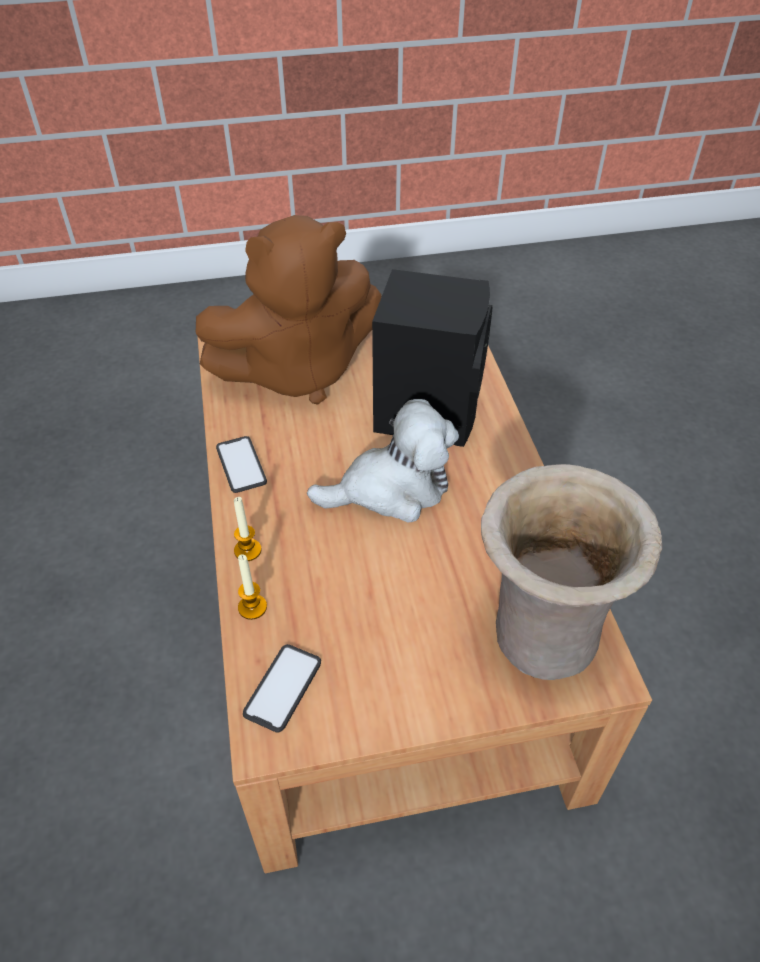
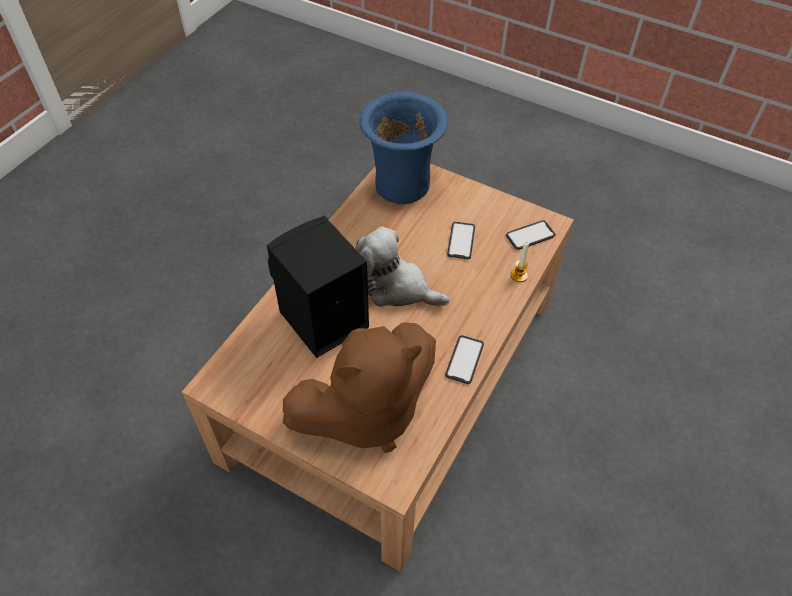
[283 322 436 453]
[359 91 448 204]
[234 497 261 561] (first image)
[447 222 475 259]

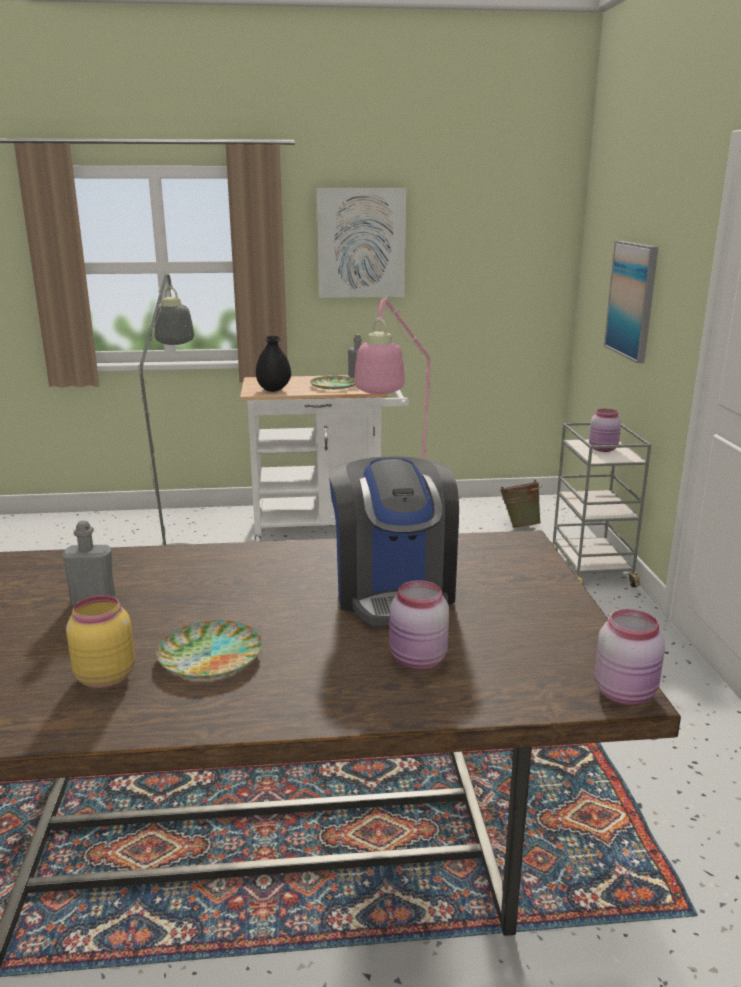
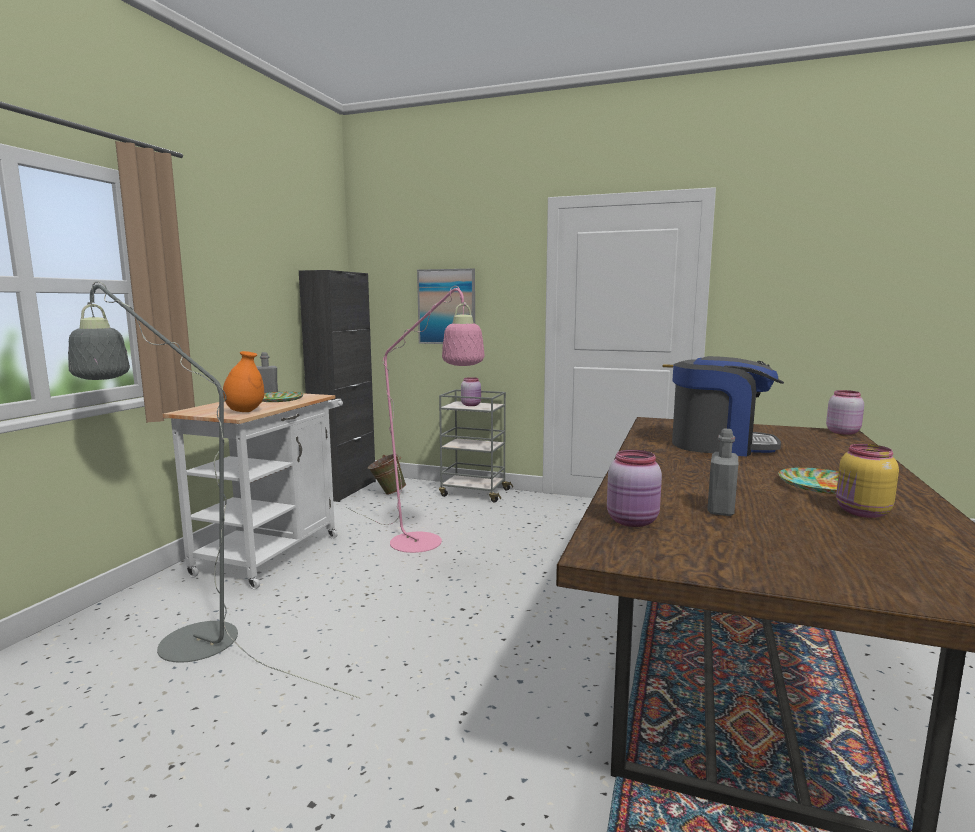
[317 188 406 298] (first image)
[223 351 264 412]
[607 450 662 527]
[299 270 376 502]

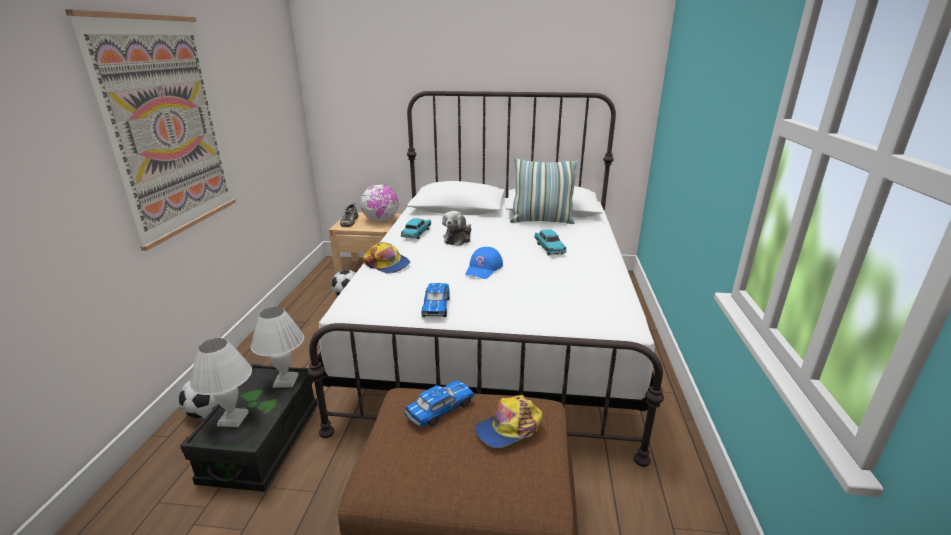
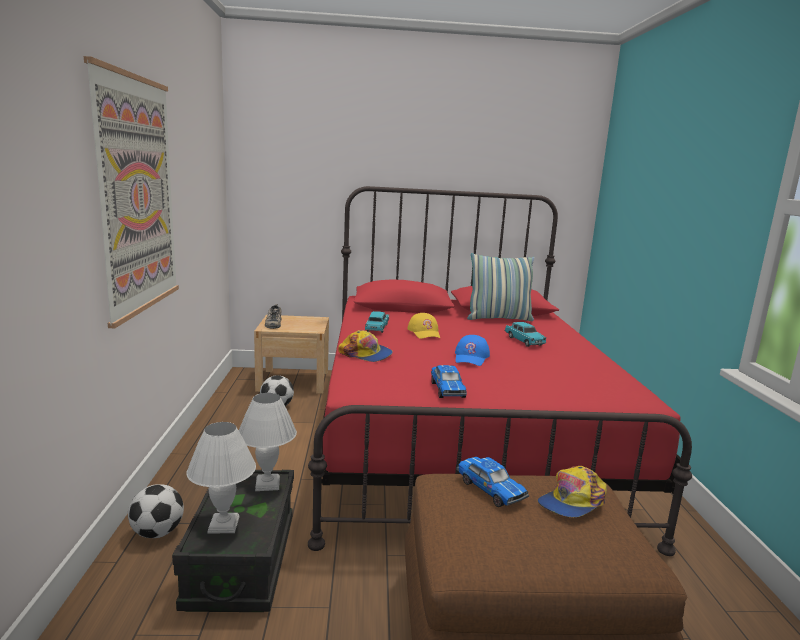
[308 186 692 556]
[360 184 398 222] (first image)
[408 313 440 339]
[456 457 529 507]

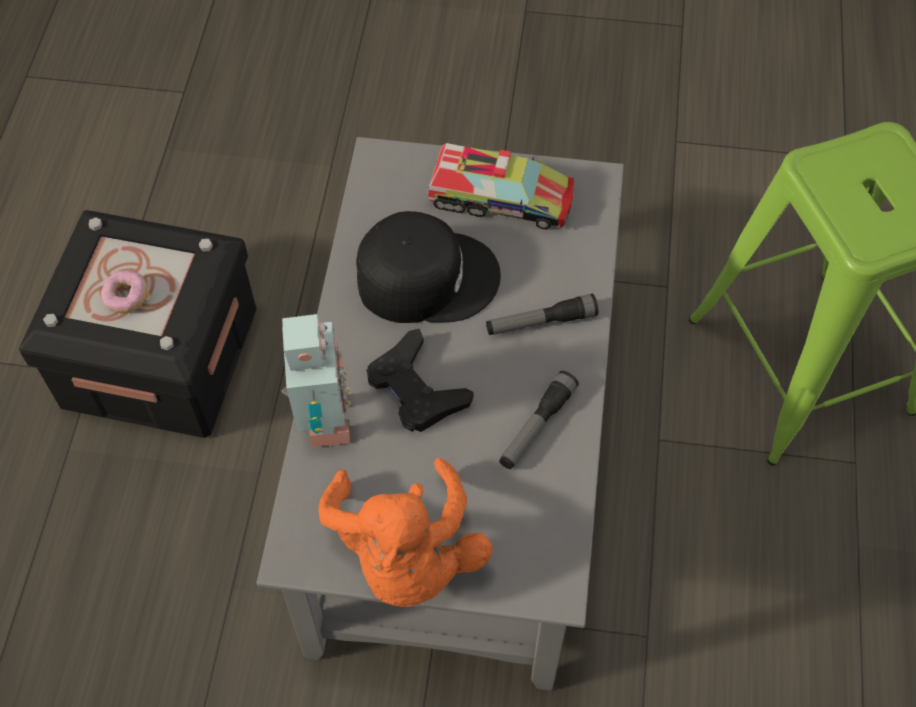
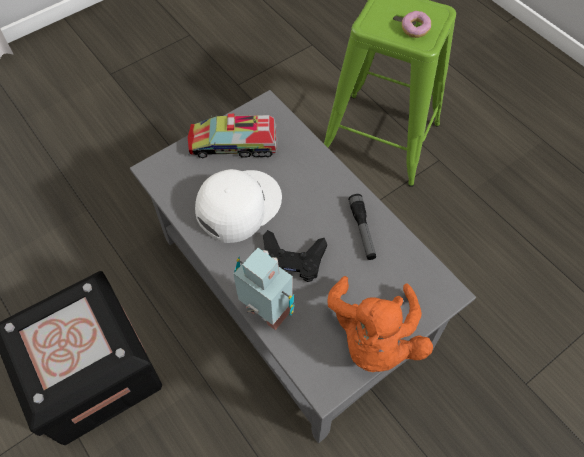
[187 114 279 158]
[195 169 282 243]
[402 11 431 38]
[486 293 598 335] (first image)
[327 276 433 372]

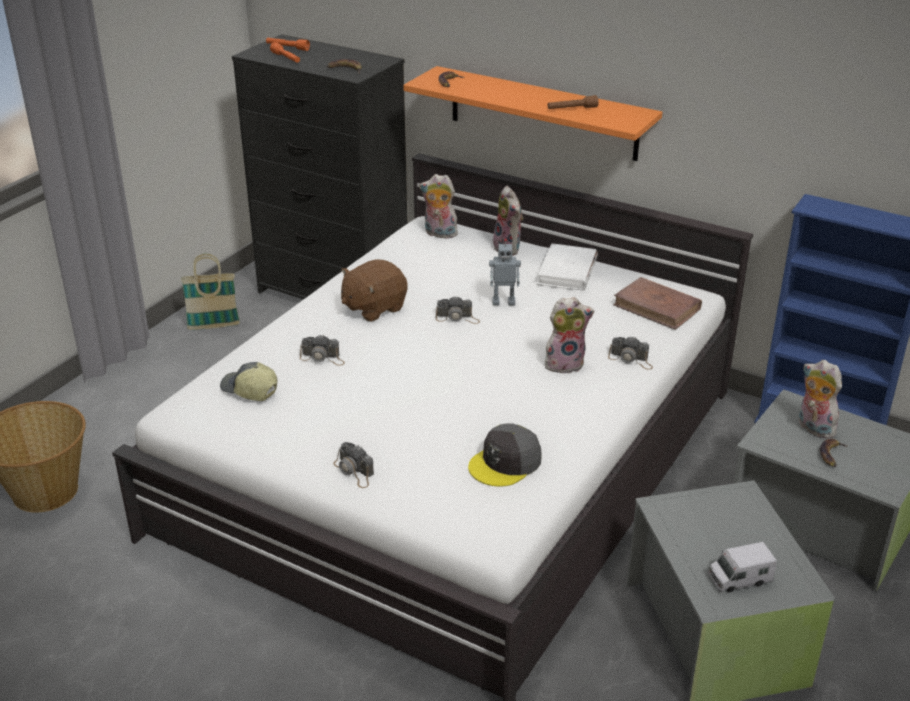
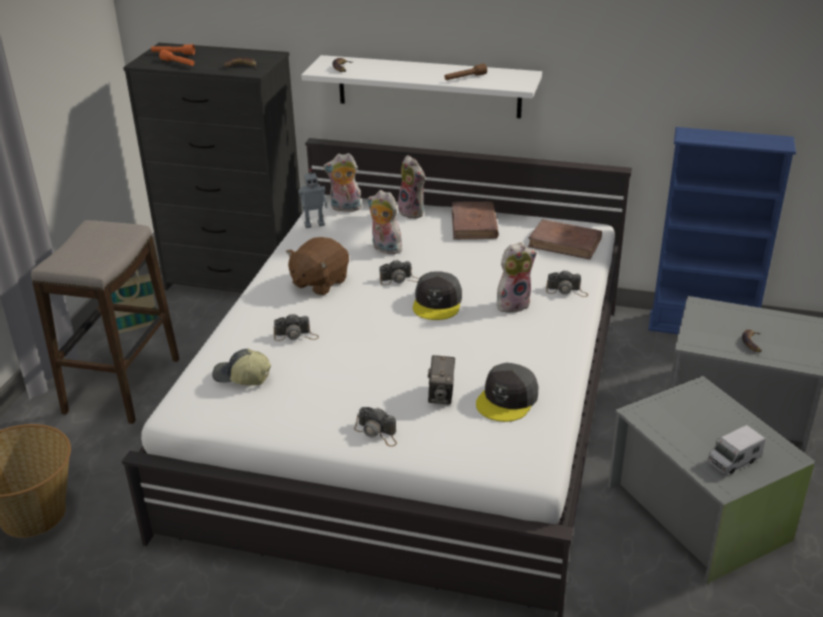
[301 55 542 118]
[298 169 328 228]
[452 201 499 240]
[368 190 404 254]
[31 220 180 424]
[413 272 462 320]
[428 355 455 404]

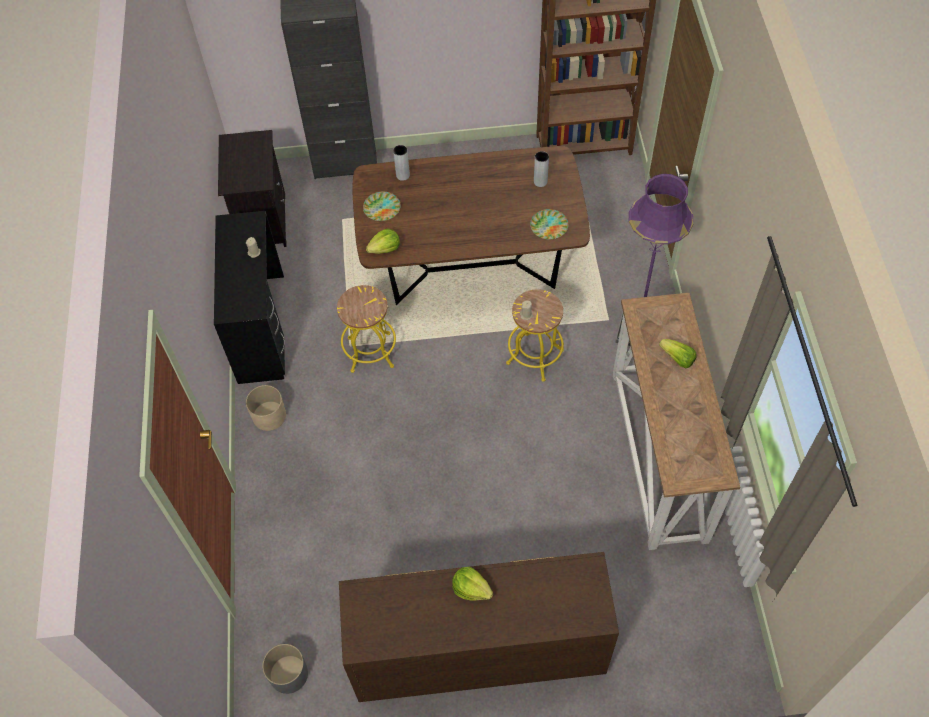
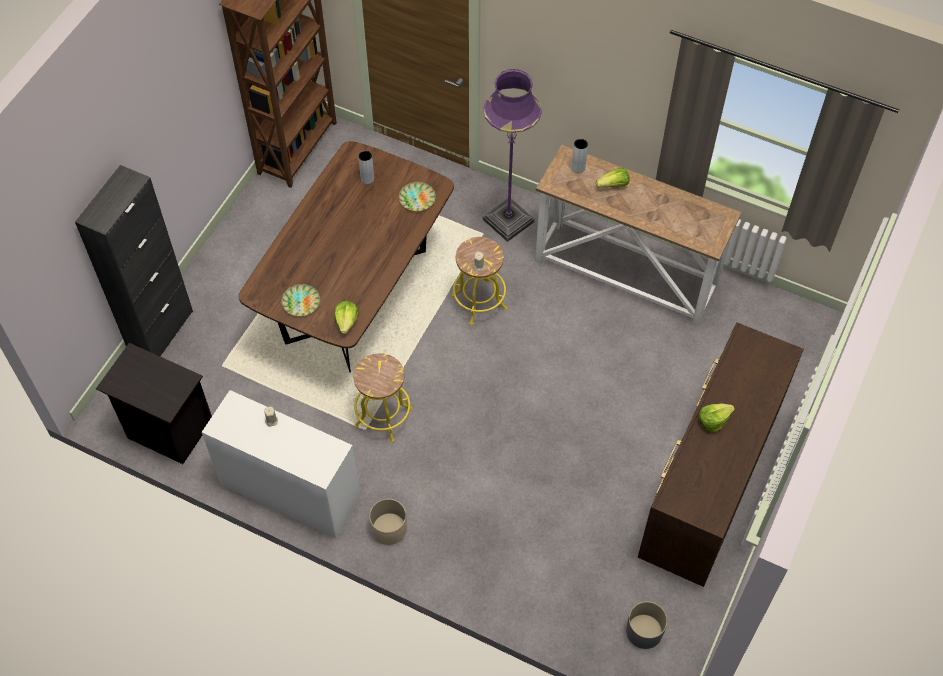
[572 139 588 173]
[202 390 360 539]

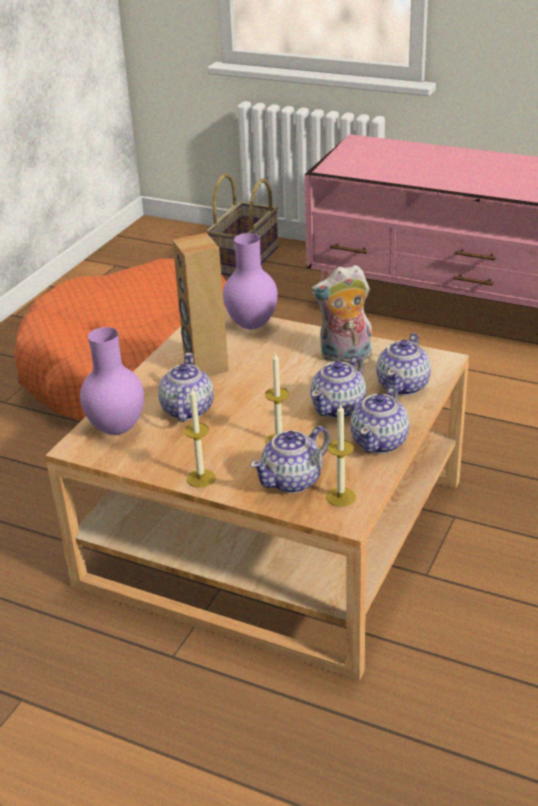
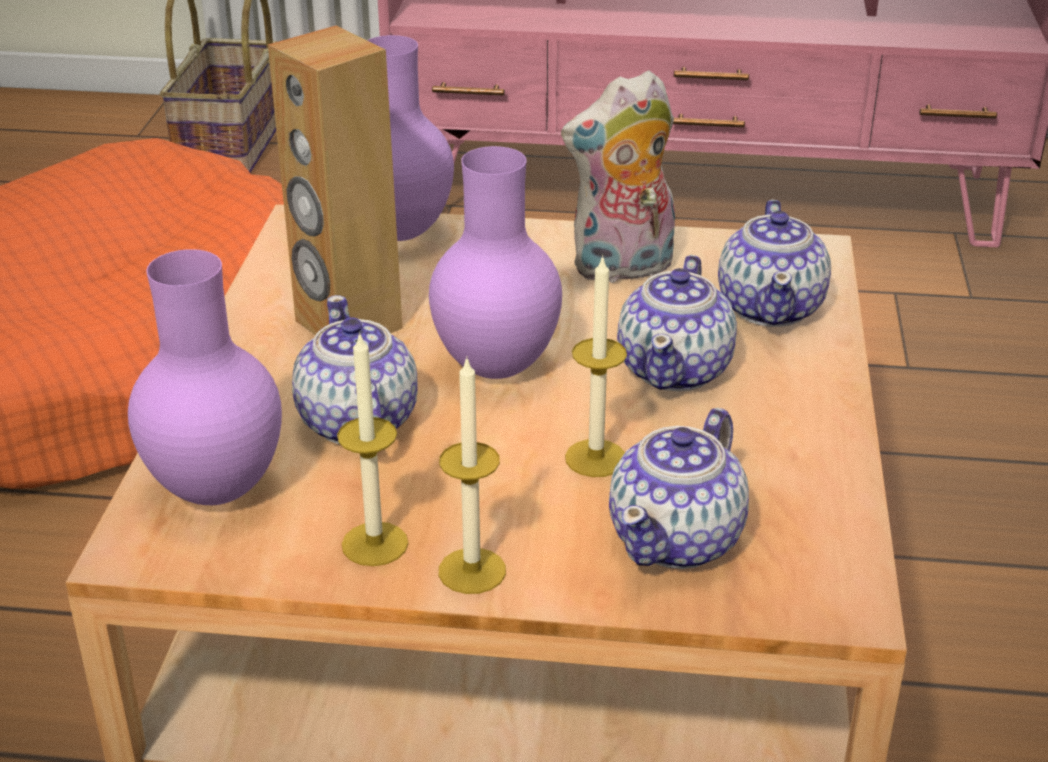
[351 385 410 454] (first image)
[337 332 409 566]
[429 146 562 379]

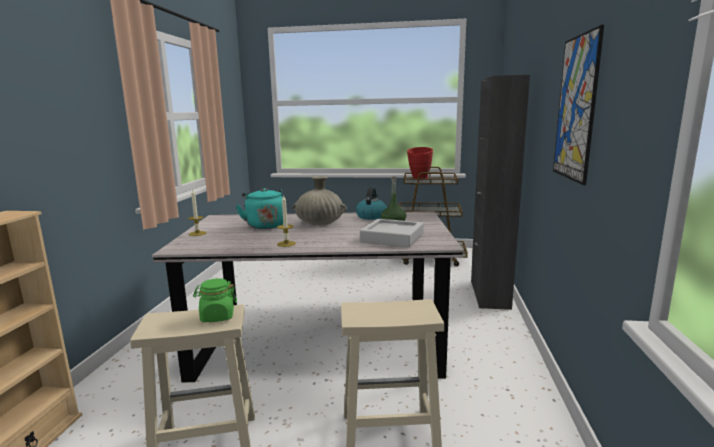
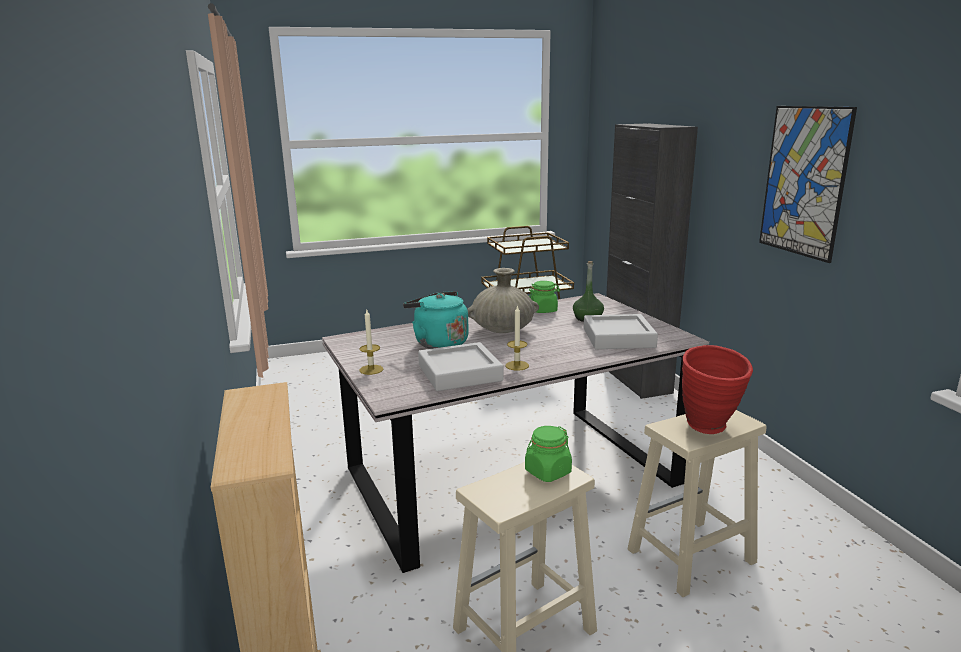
[682 345 753 434]
[529 281 560 313]
[418 342 504 391]

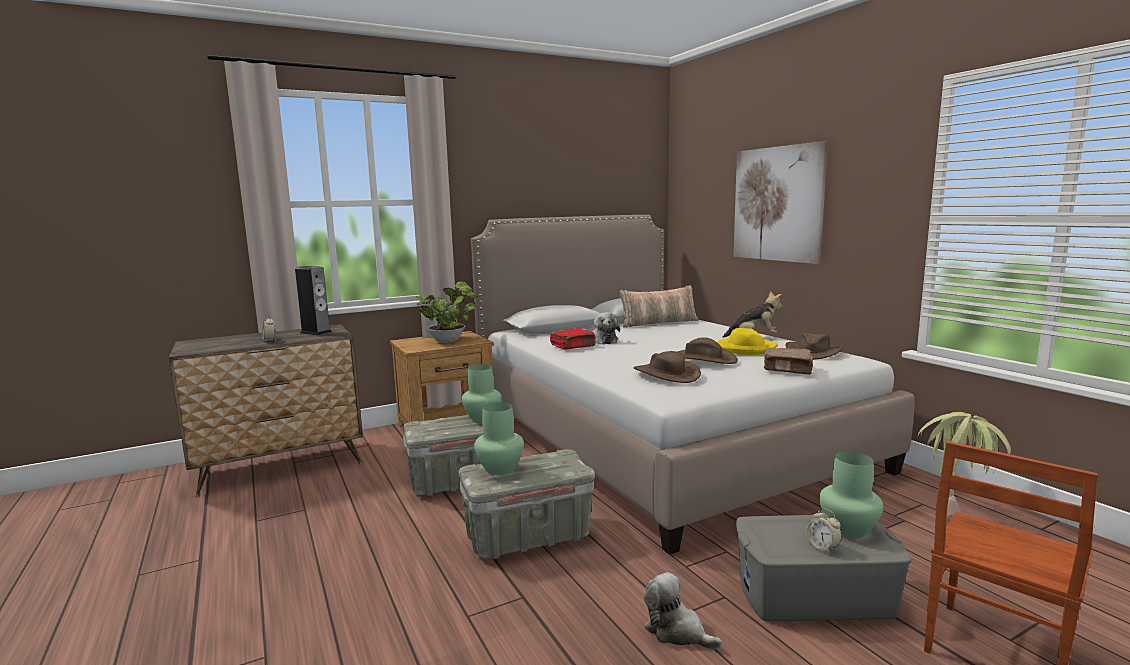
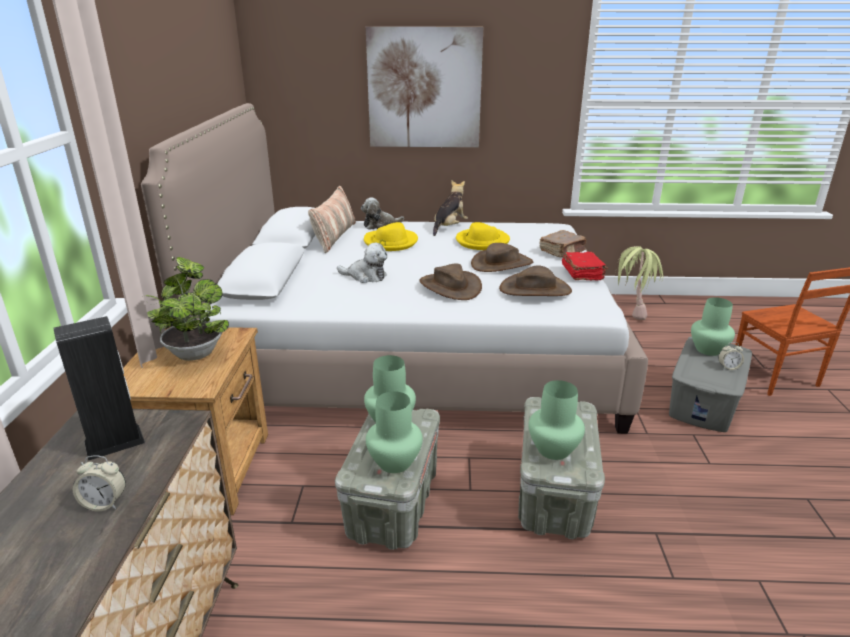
[562 251 608 281]
[419 263 482 300]
[361 198 404 230]
[364 222 418 251]
[366 391 423 473]

